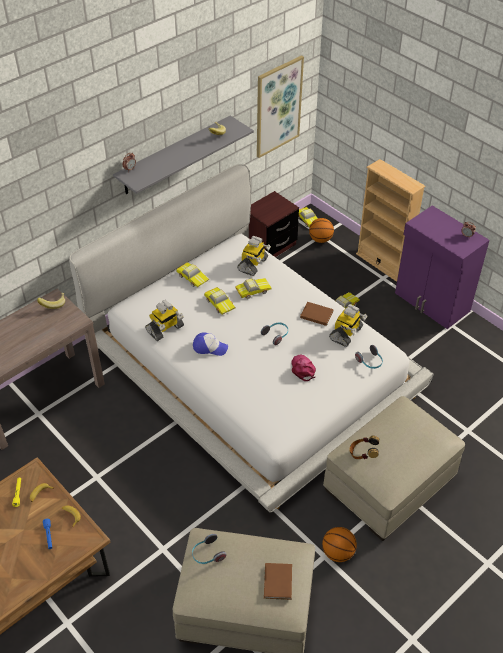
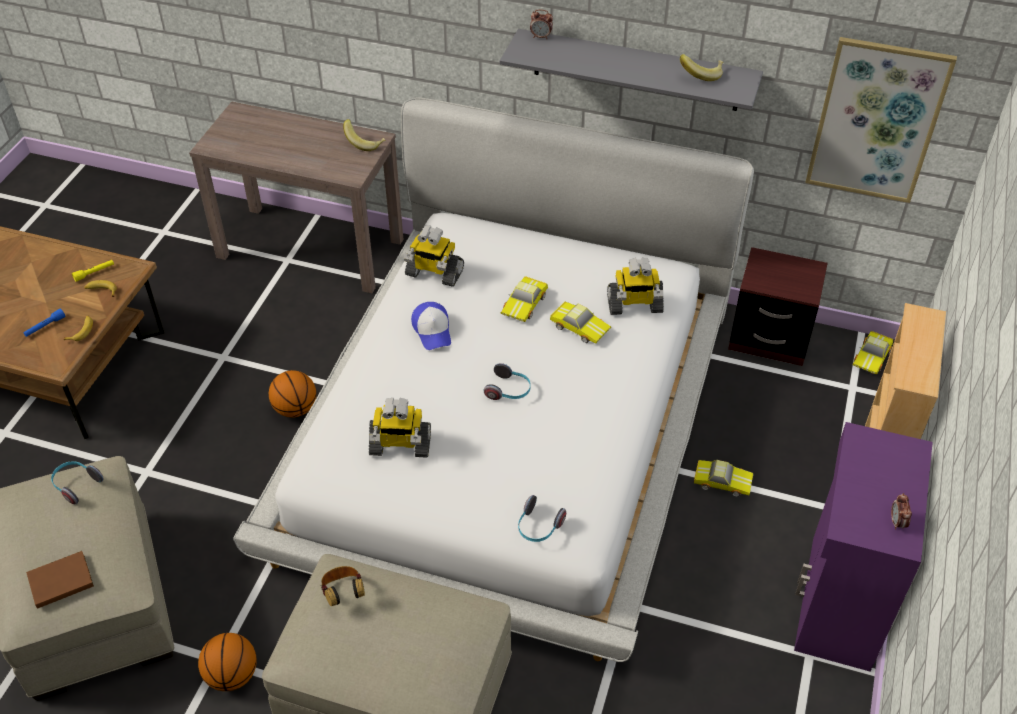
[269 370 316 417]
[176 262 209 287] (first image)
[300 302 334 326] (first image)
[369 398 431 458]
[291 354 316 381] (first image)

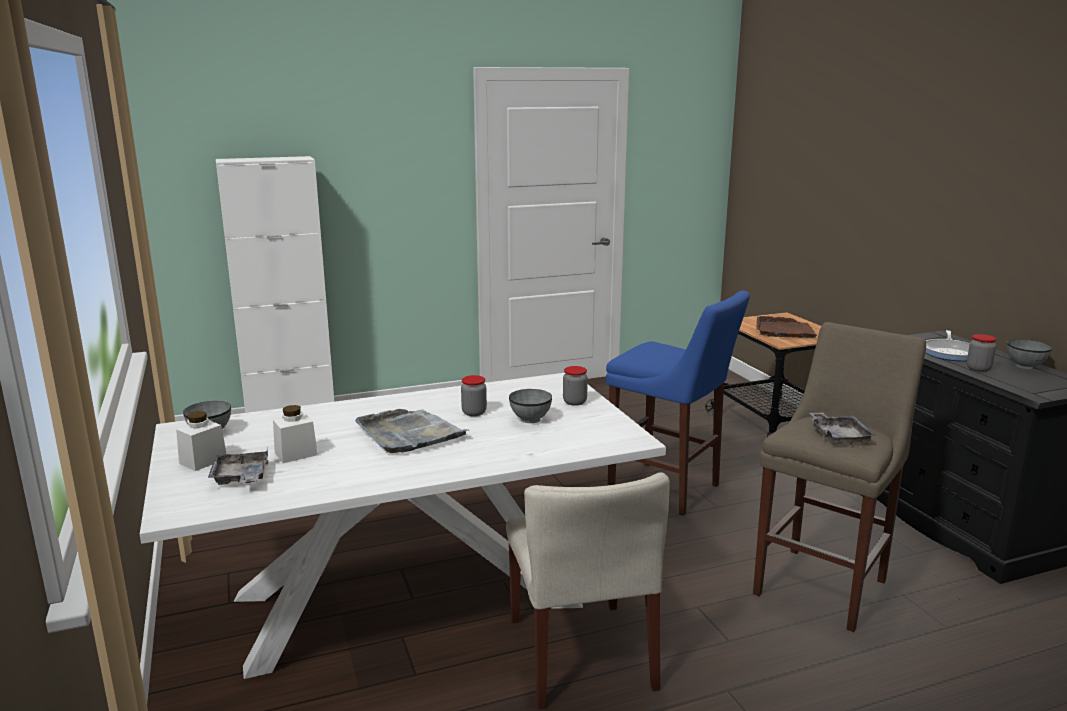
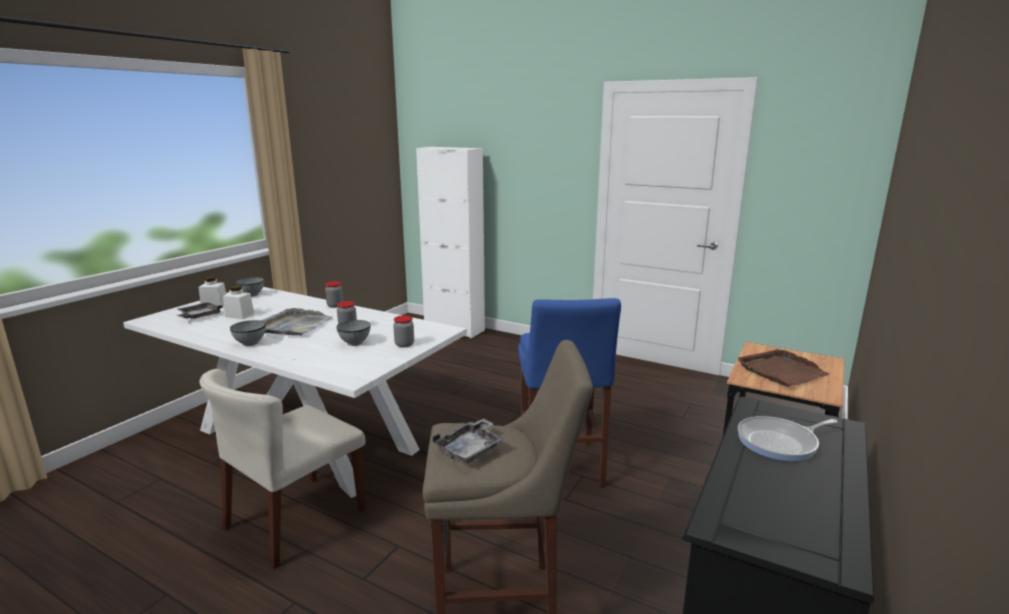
[325 281 343 308]
[230 320 266 346]

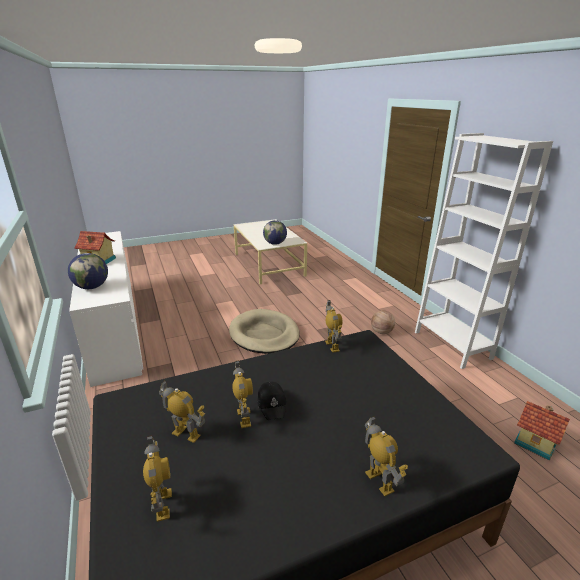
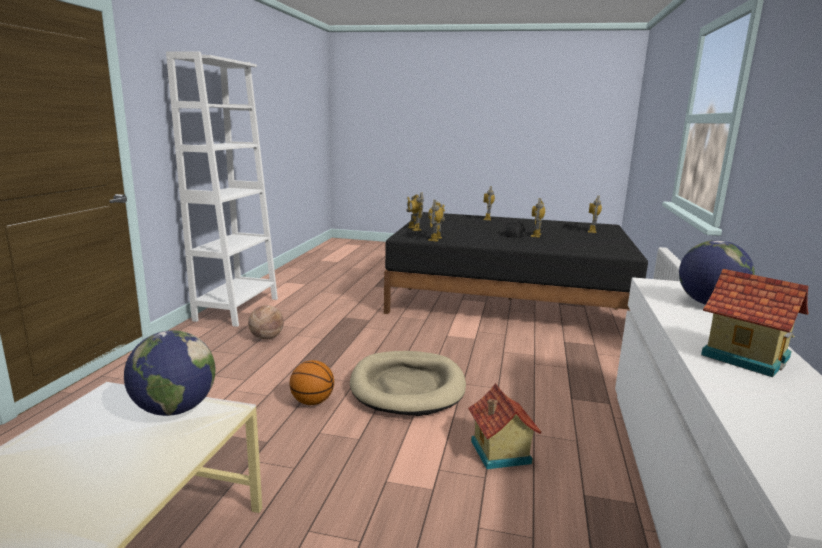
[407 192 424 231]
[468 383 542 469]
[290 360 334 405]

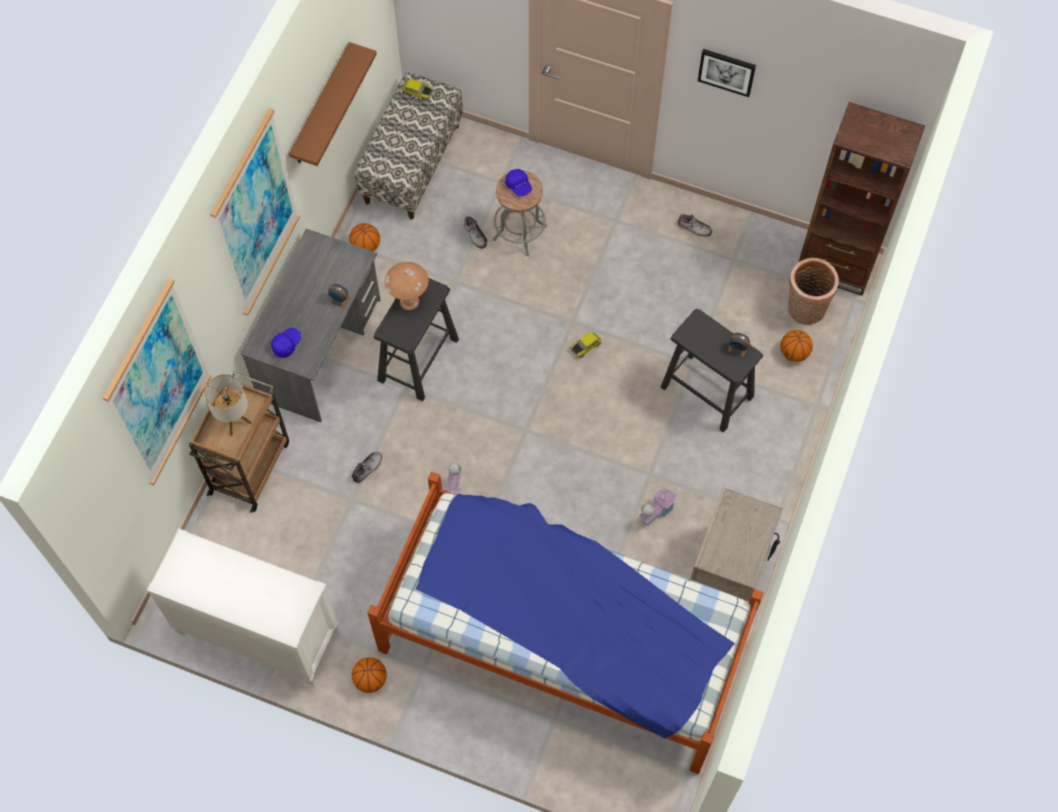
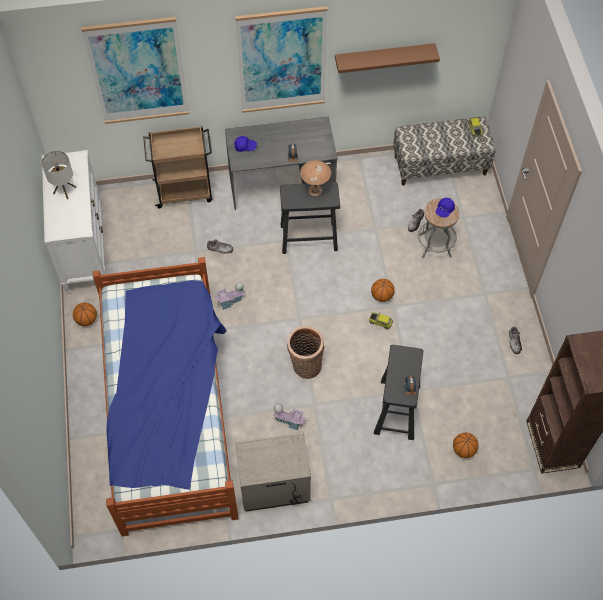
[698 49 756 97] (first image)
[371 279 395 302]
[287 326 324 379]
[42 151 76 200]

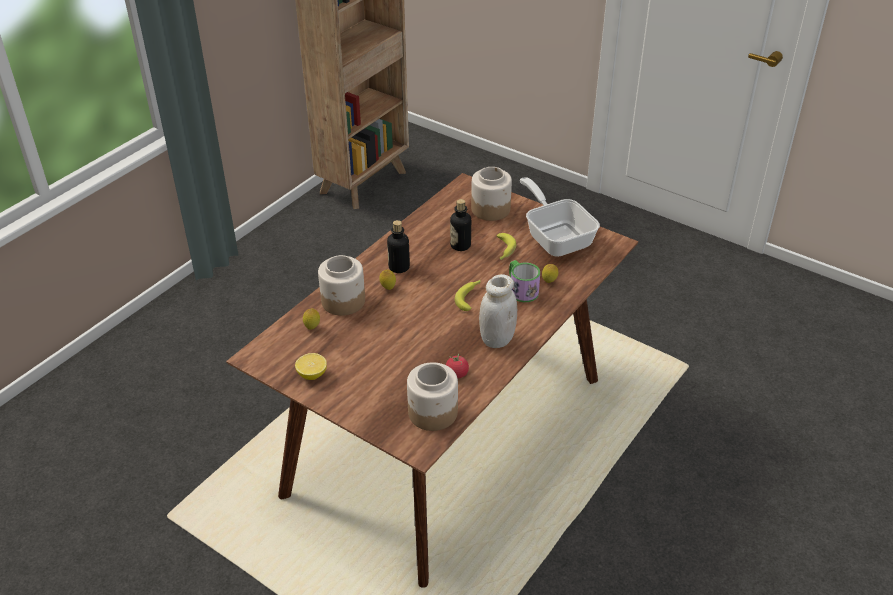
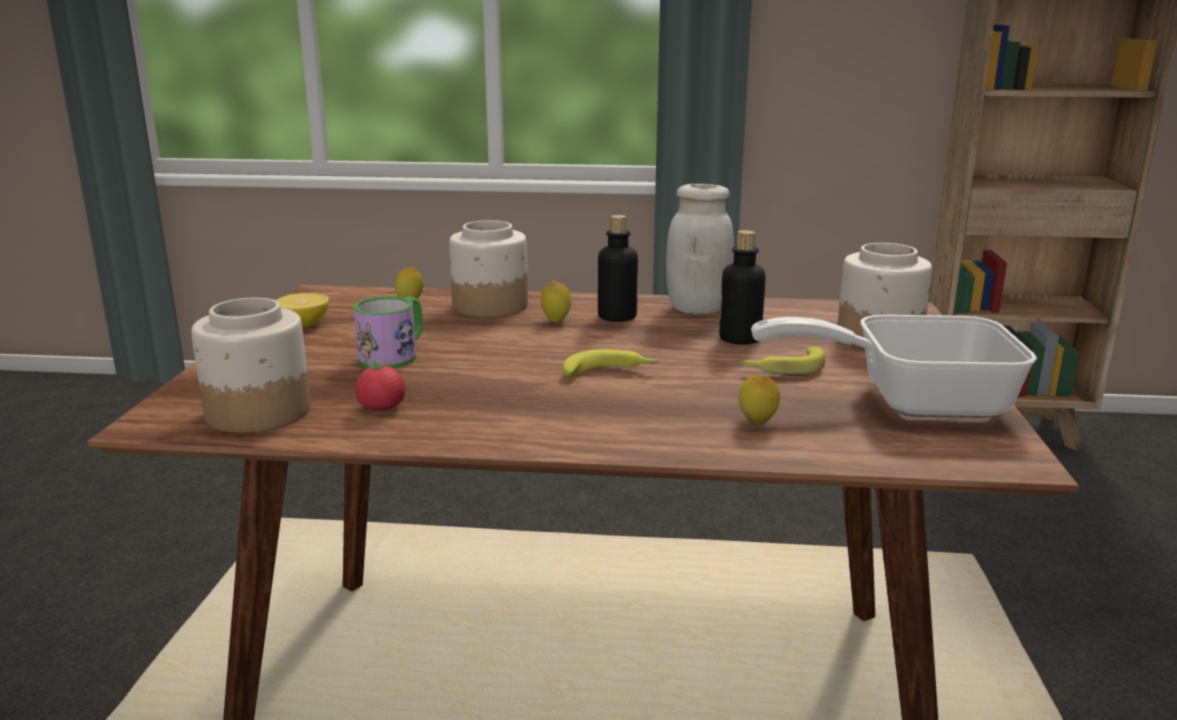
[751 315 1037 418]
[353 296 423 368]
[666 184 734 314]

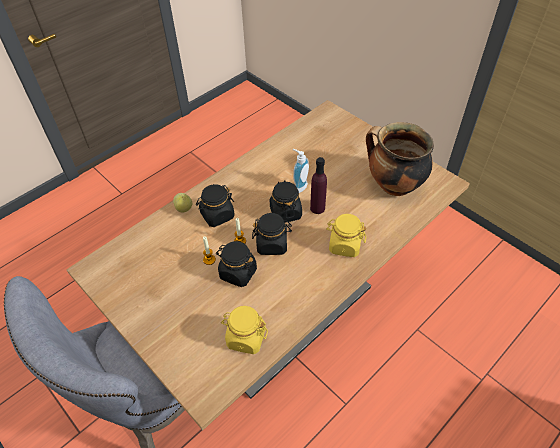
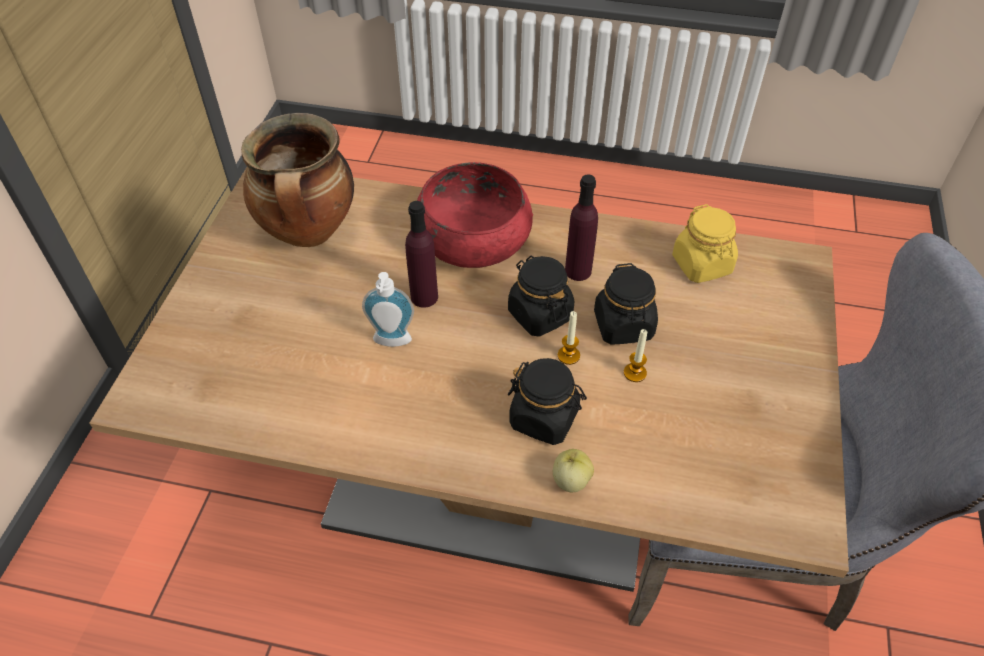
[270 180 302 223] (first image)
[417 162 533 268]
[565 174 598 281]

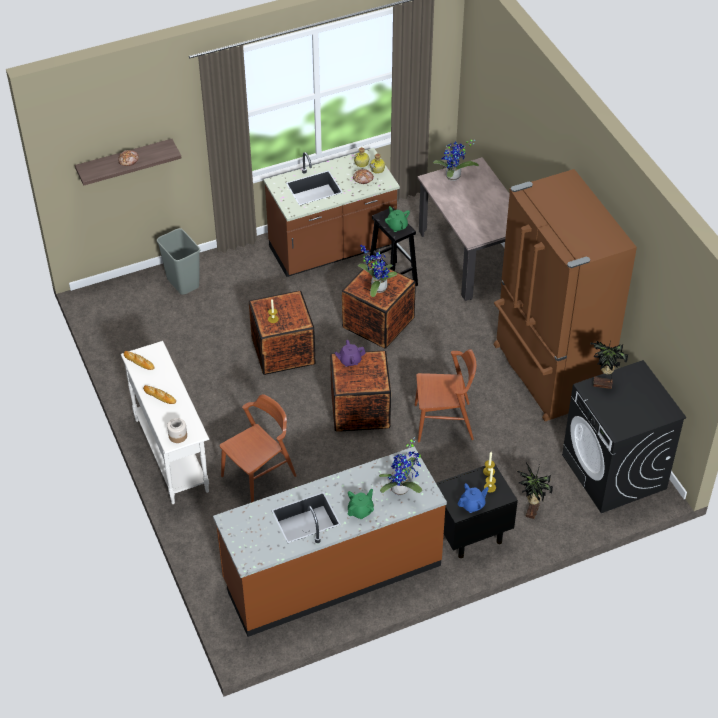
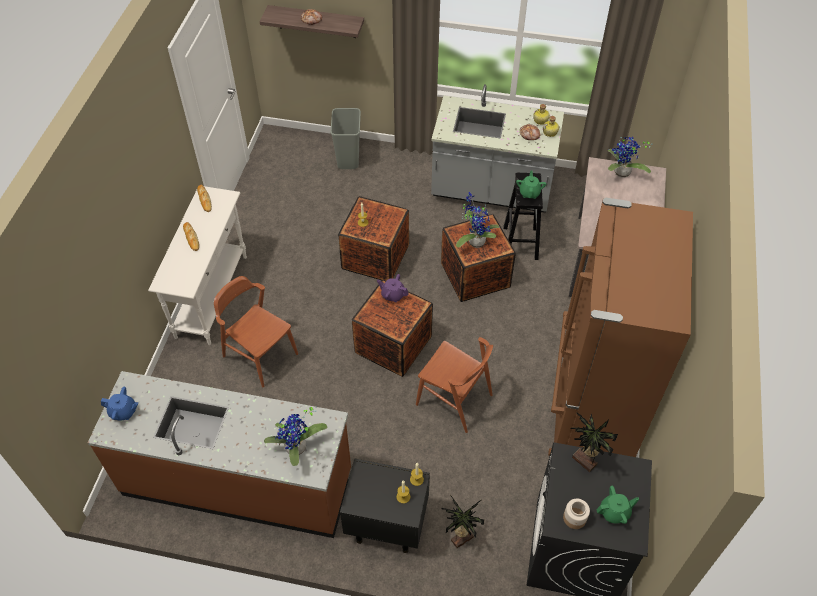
[431 84 564 213]
[214 276 298 387]
[563 499 590 529]
[101 387 138 420]
[596 486 639 524]

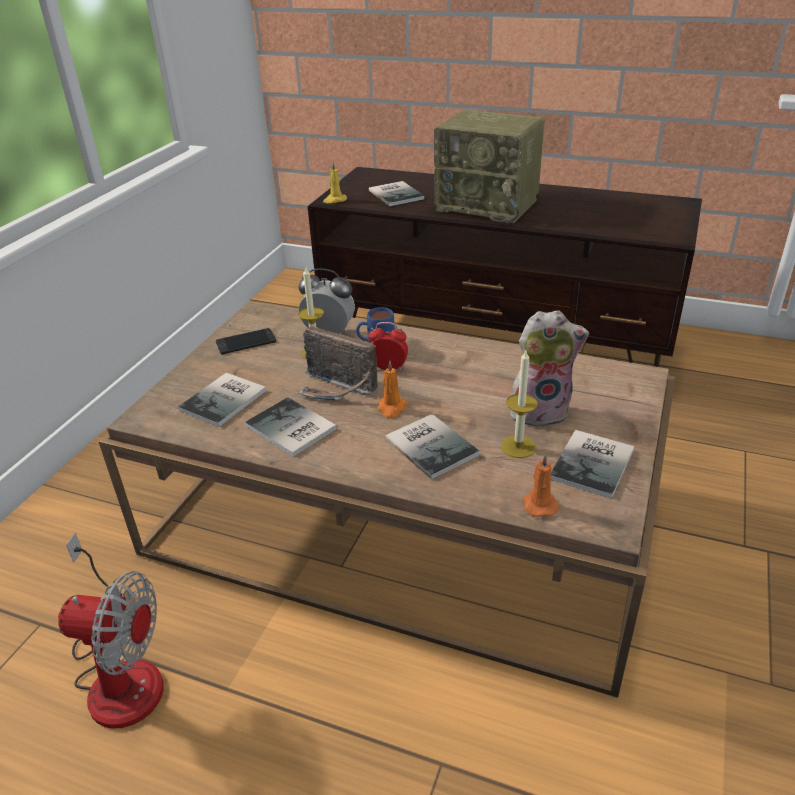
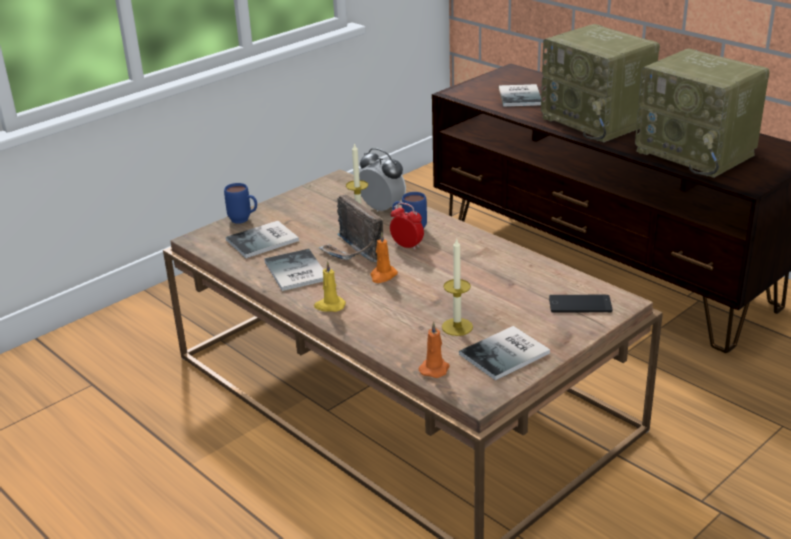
[314 261 346 312]
[510 310 589 427] (first image)
[549 295 612 313]
[385 414 480 479] (first image)
[58 532 163 729] (first image)
[635 48 770 178]
[224 183 257 224]

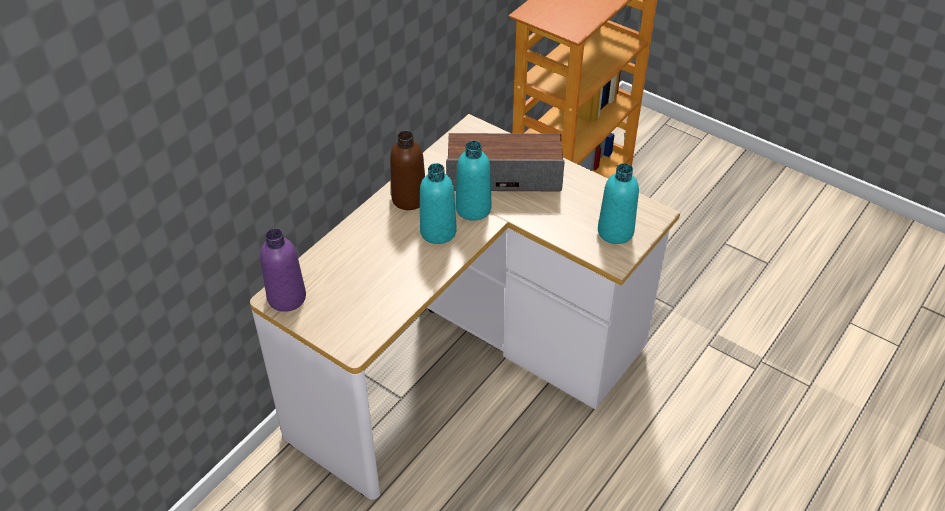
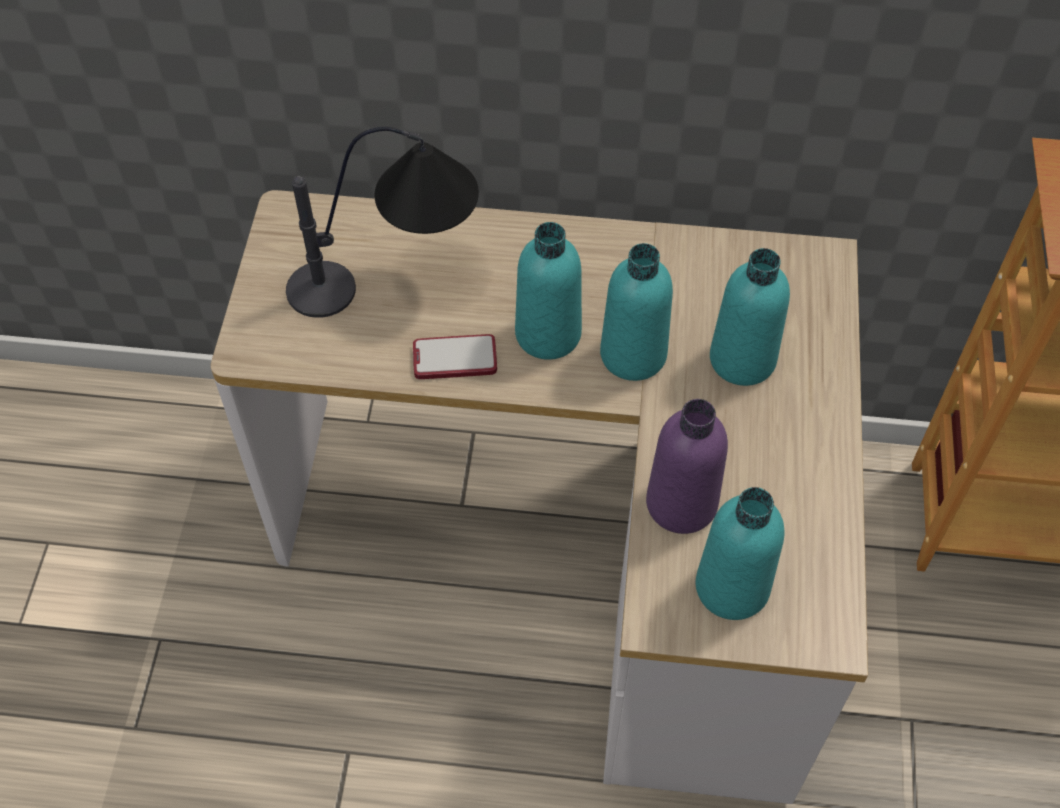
[390 131 425 210] (first image)
[710 248 790 386]
[646 399 728 534]
[286 127 479 318]
[413 334 497 379]

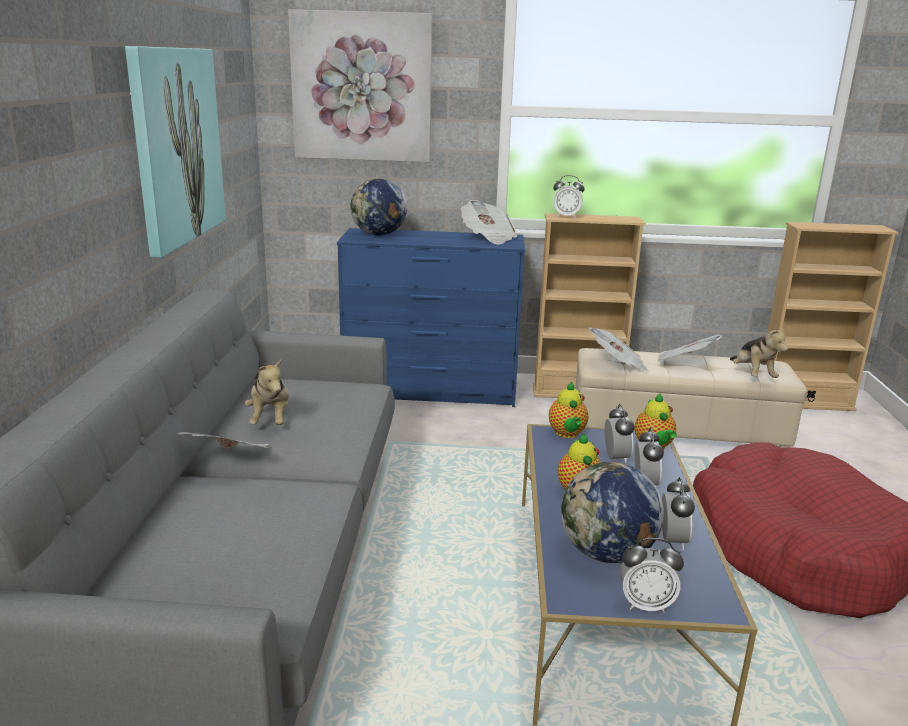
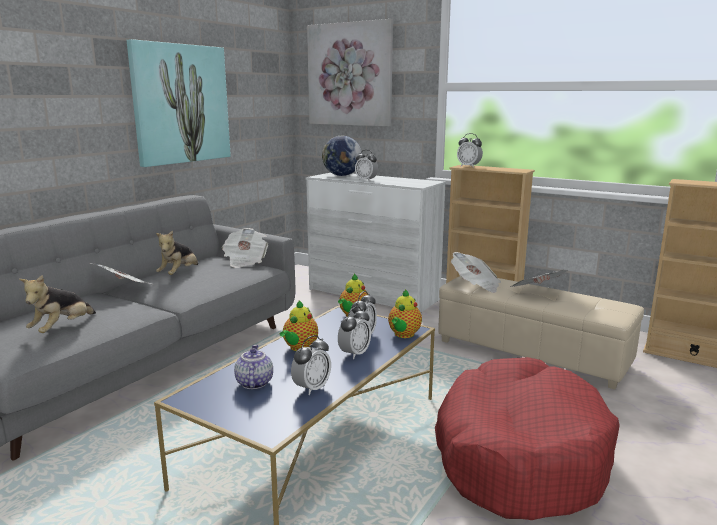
[222 228 269 268]
[306 173 446 313]
[19 275 96 333]
[234 345 273 389]
[355 150 378 182]

